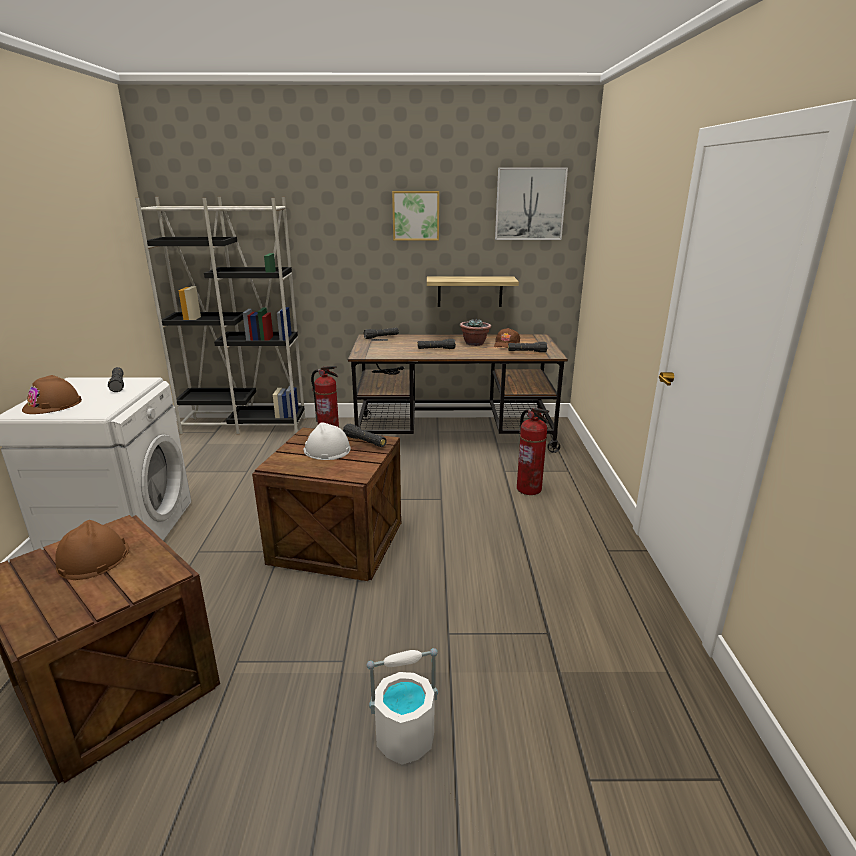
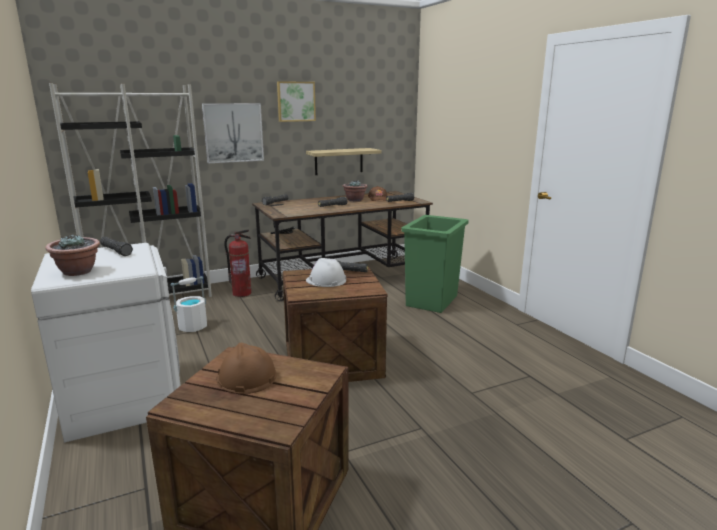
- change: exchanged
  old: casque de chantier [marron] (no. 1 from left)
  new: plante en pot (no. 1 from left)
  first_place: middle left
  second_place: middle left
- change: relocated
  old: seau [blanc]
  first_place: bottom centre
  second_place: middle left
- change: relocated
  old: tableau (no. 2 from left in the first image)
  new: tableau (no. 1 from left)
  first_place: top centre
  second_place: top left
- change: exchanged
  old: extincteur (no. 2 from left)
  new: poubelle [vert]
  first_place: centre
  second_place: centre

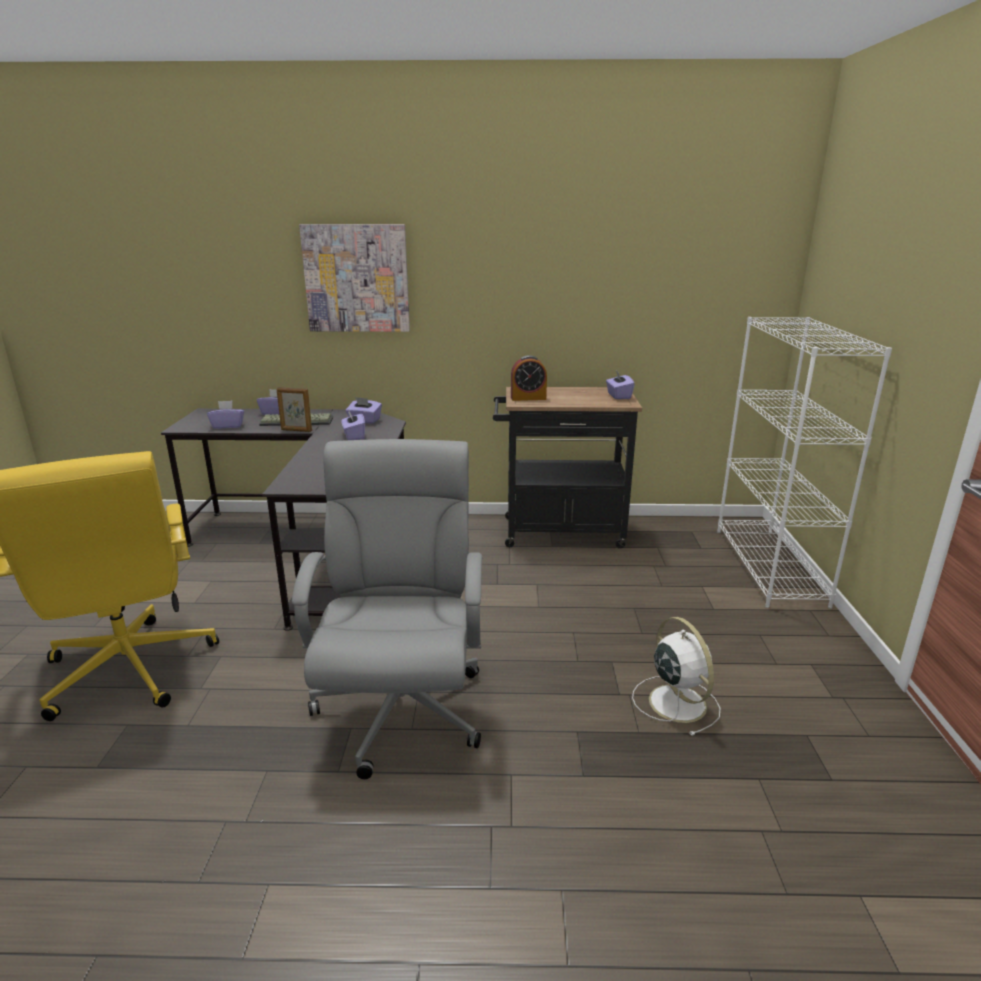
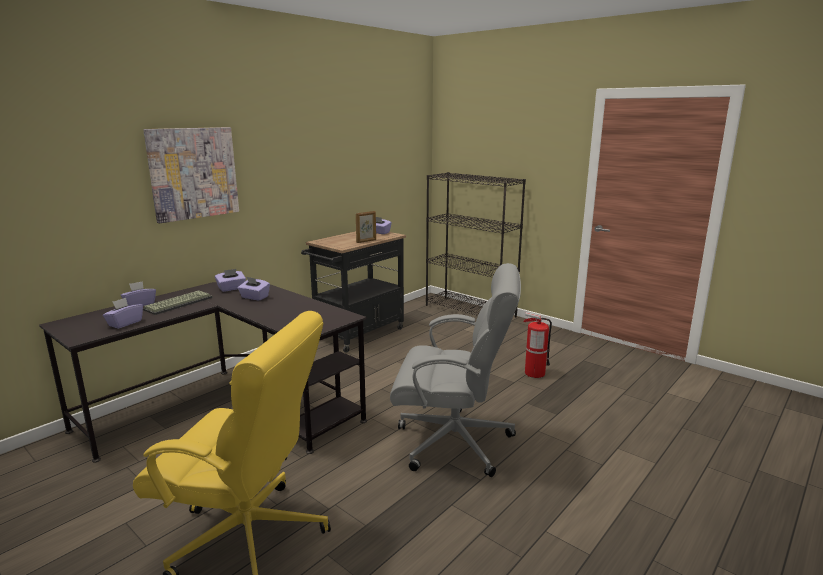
- change: relocated
  old: cadre photo
  first_place: middle left
  second_place: centre
- change: spun
  old: chaise de bureau [gris]
  first_place: centre
  second_place: centre
  degrees: 150
- change: missing
  old: réveil
  first_place: centre
- change: exchanged
  old: ventilateur [blanc]
  new: extincteur
  first_place: bottom right
  second_place: centre
- change: colour
  old: bibliothèque [blanc]
  new: bibliothèque [noir]
  first_place: middle right
  second_place: centre

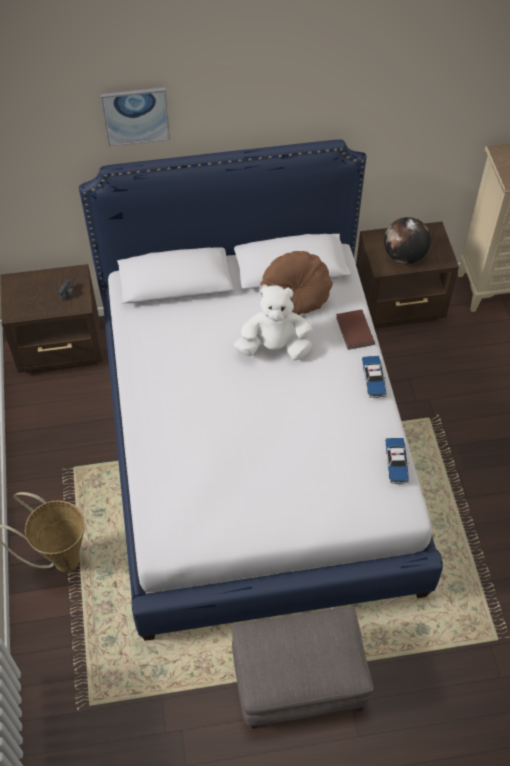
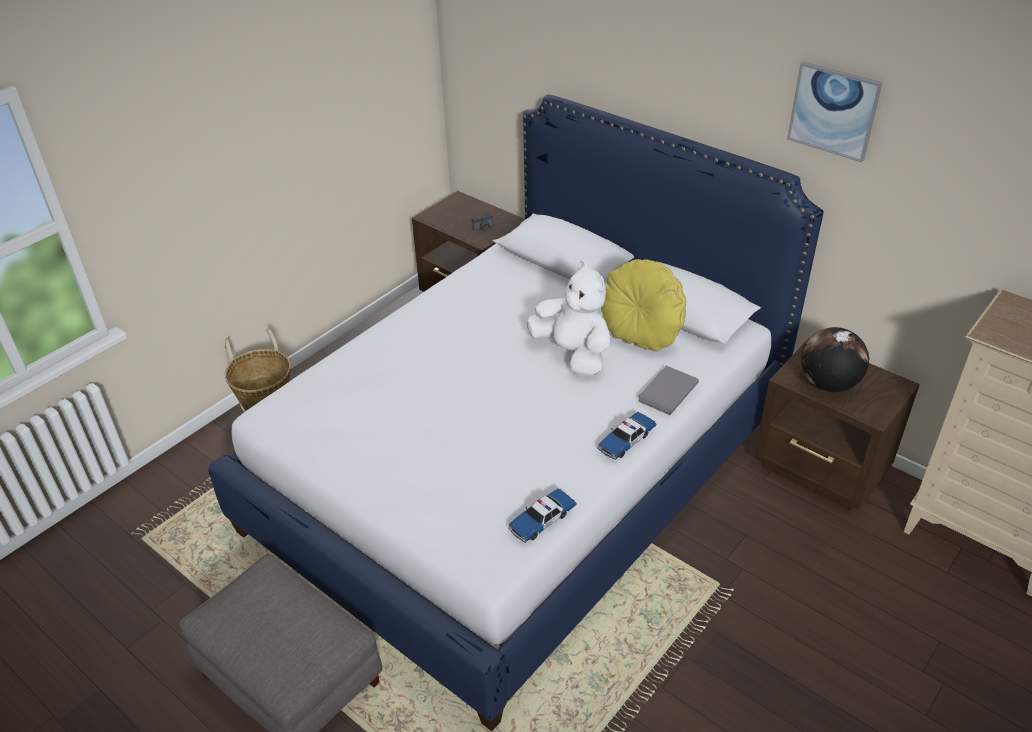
- change: relocated
  old: tableau
  first_place: top left
  second_place: top right
- change: colour
  old: coussin [marron]
  new: coussin [jaune]
  first_place: centre
  second_place: centre
- change: colour
  old: livre [marron]
  new: livre [gris]
  first_place: middle right
  second_place: centre

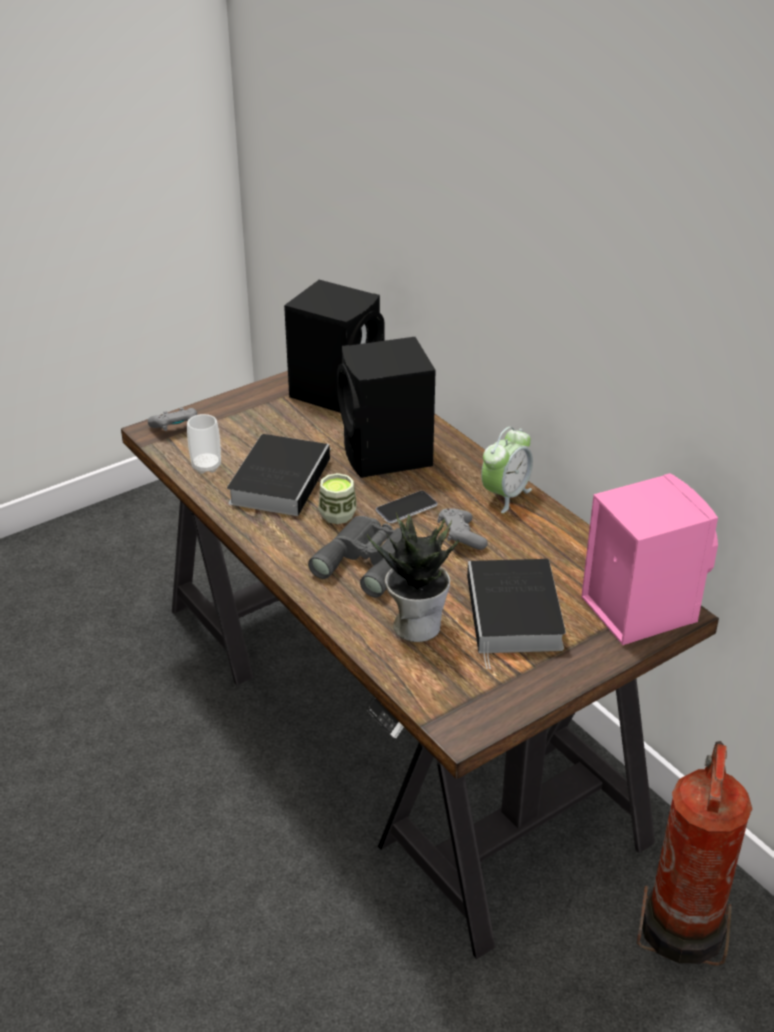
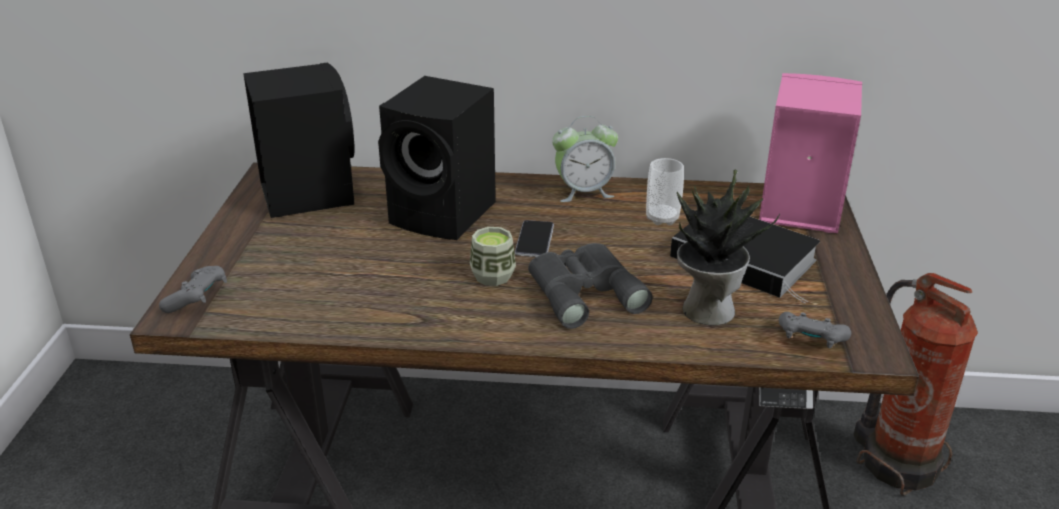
- change: relocated
  old: tasse (no. 1 from left in the first image)
  new: tasse (no. 2 from left)
  first_place: middle left
  second_place: centre
- change: missing
  old: livre (no. 1 from left)
  first_place: centre
- change: relocated
  old: manette [gris] (no. 2 from left)
  first_place: centre
  second_place: middle right
- change: spun
  old: réveil
  first_place: centre
  second_place: top centre
  degrees: 90

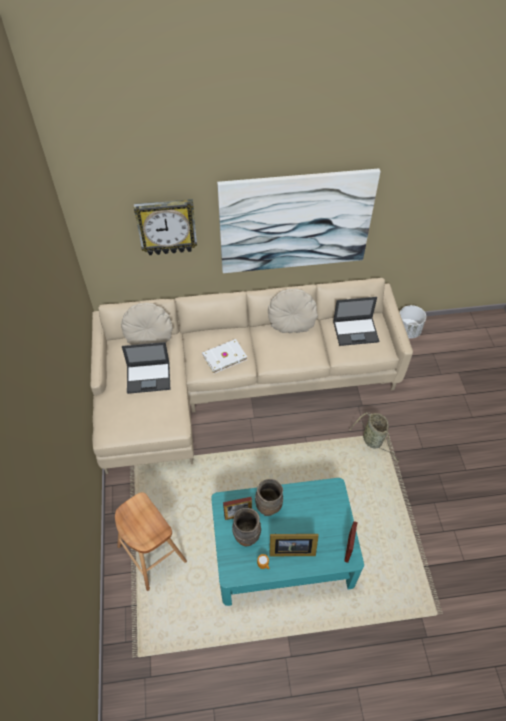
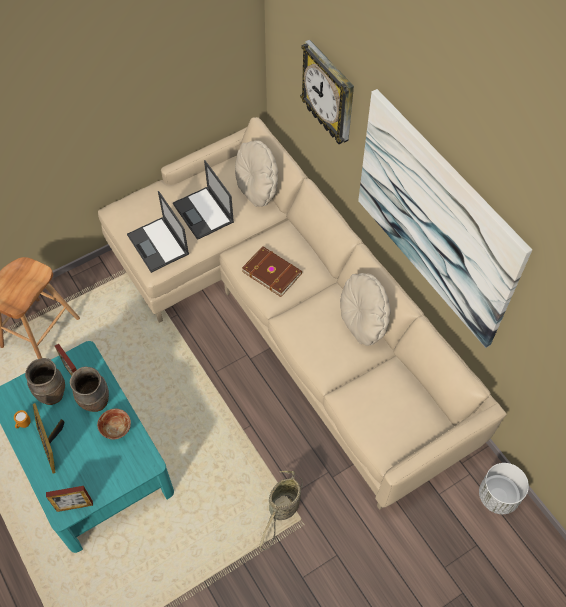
- change: colour
  old: livre [blanc]
  new: livre [marron]
  first_place: centre
  second_place: centre
- change: relocated
  old: ordinateur portable (no. 2 from left in the first image)
  new: ordinateur portable (no. 1 from left)
  first_place: middle right
  second_place: middle left
- change: appeared
  new: bol
  second_place: bottom left

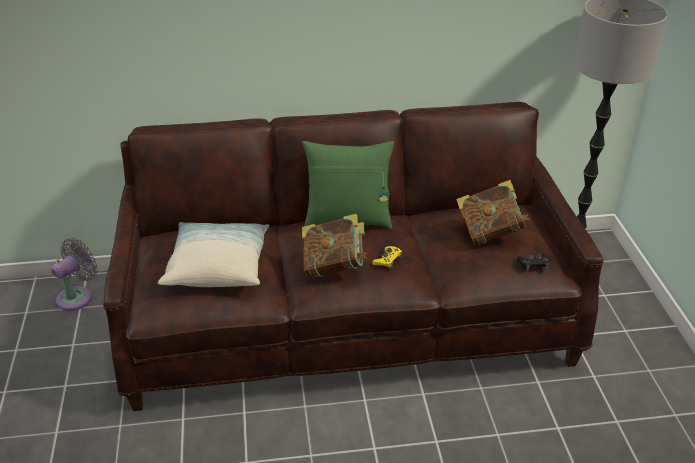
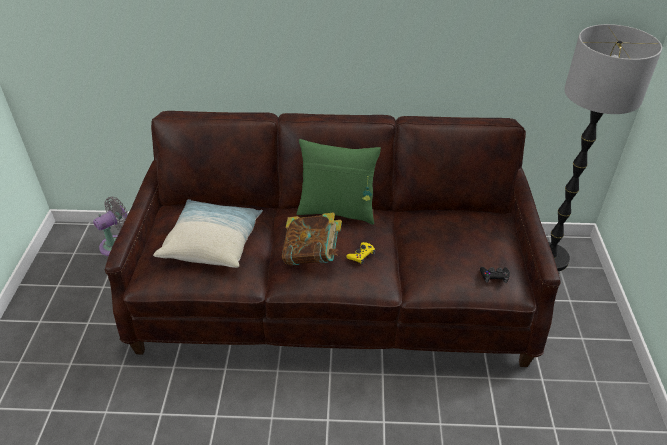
- change: missing
  old: livre (no. 2 from left)
  first_place: middle right

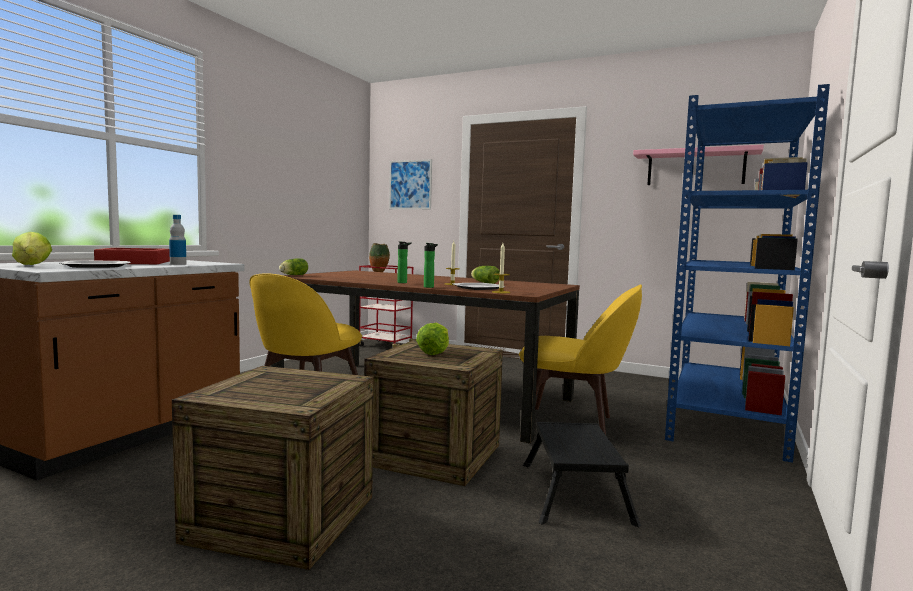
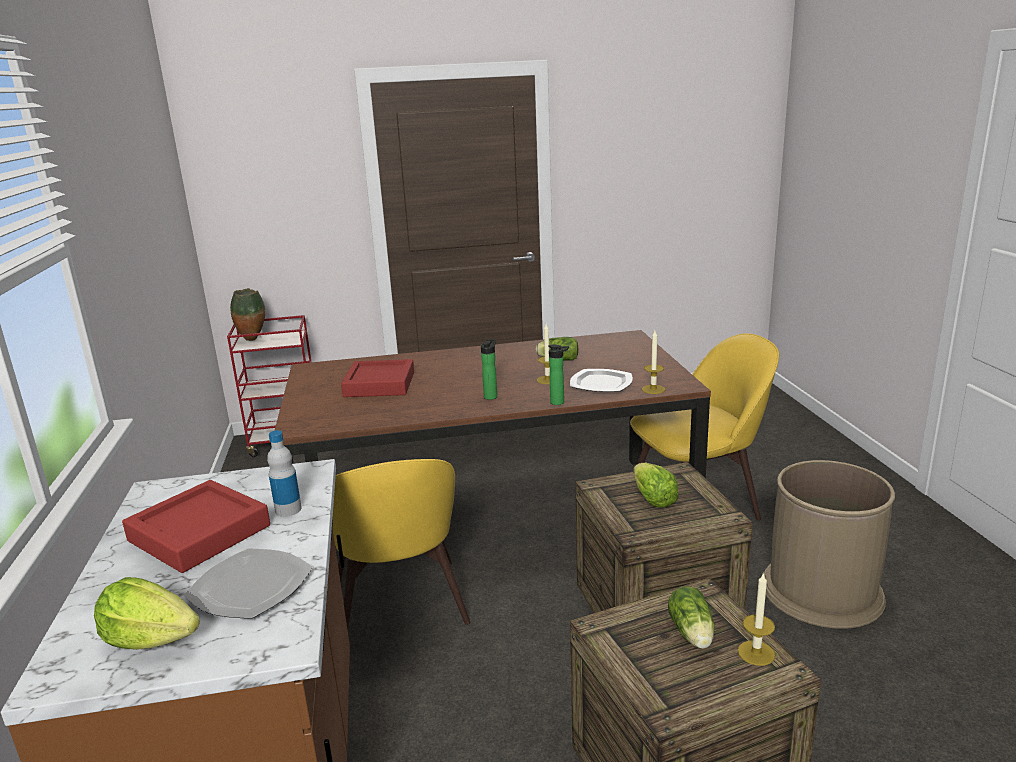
- change: relocated
  old: laitue (no. 2 from left in the first image)
  new: laitue (no. 4 from left)
  first_place: middle left
  second_place: bottom right
- change: missing
  old: tableau
  first_place: top centre
- change: exchanged
  old: escabeau [noir]
  new: poubelle [marron]
  first_place: bottom centre
  second_place: bottom right
- change: missing
  old: étagère [rose]
  first_place: top right
- change: missing
  old: bibliothèque [bleu]
  first_place: middle right
- change: appeared
  new: plateau [rouge] (no. 2 from left)
  second_place: centre
- change: appeared
  new: bougie (no. 3 from left)
  second_place: bottom right

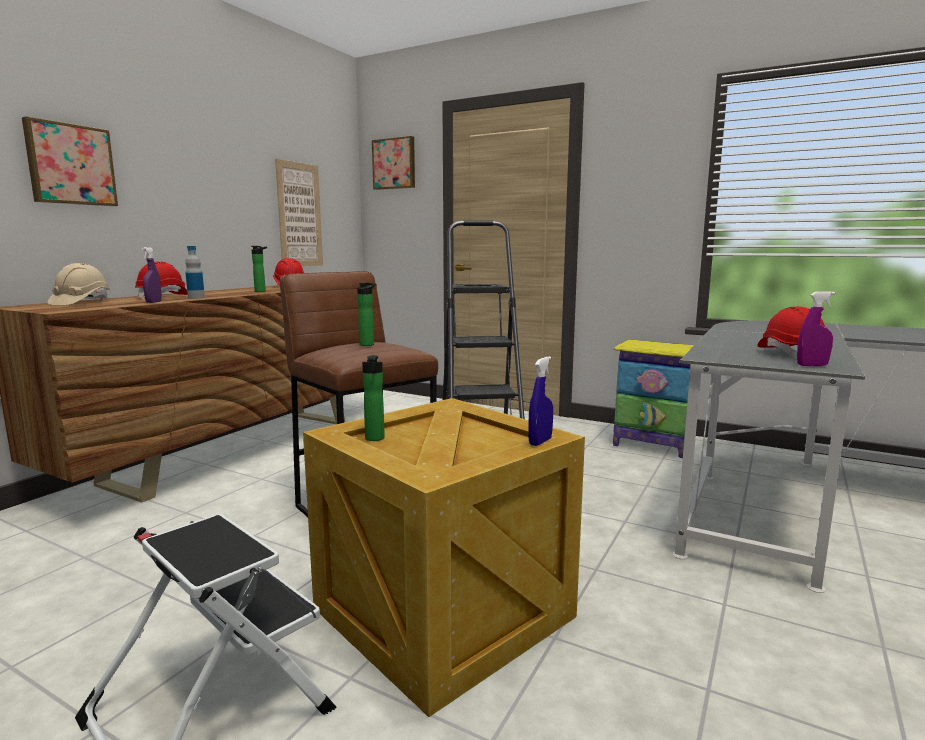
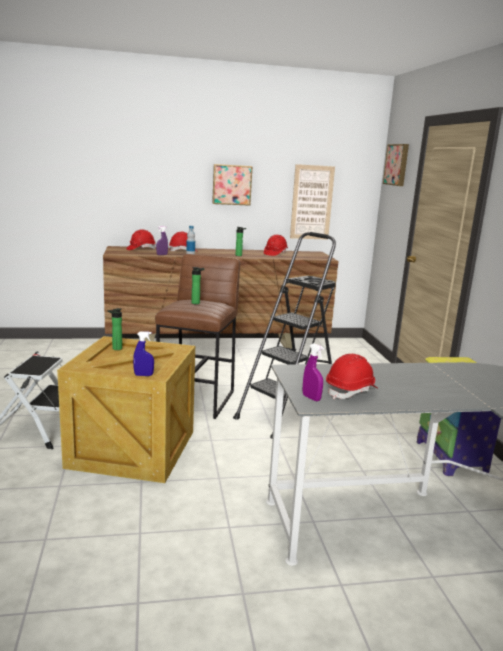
- change: relocated
  old: tableau (no. 1 from left)
  first_place: top left
  second_place: top centre
- change: colour
  old: casque de chantier [beige]
  new: casque de chantier [rouge] (no. 1 from left)
  first_place: middle left
  second_place: middle left

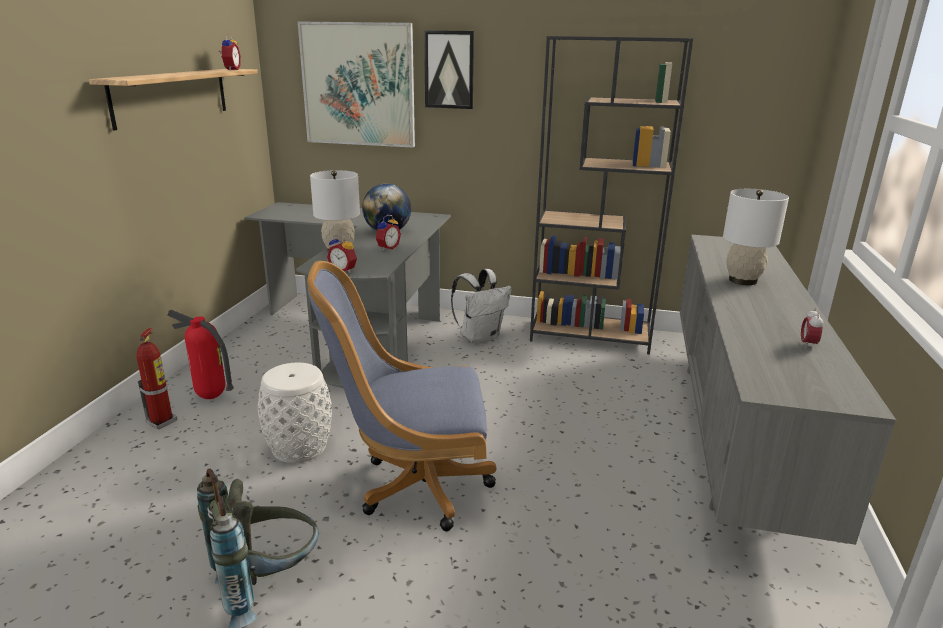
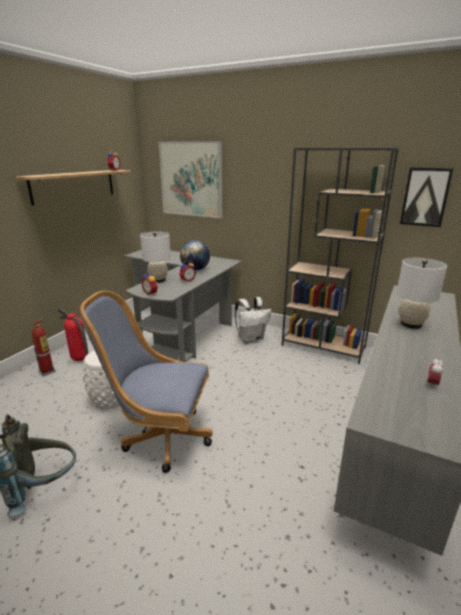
- change: relocated
  old: tableau (no. 2 from left)
  first_place: top centre
  second_place: top right

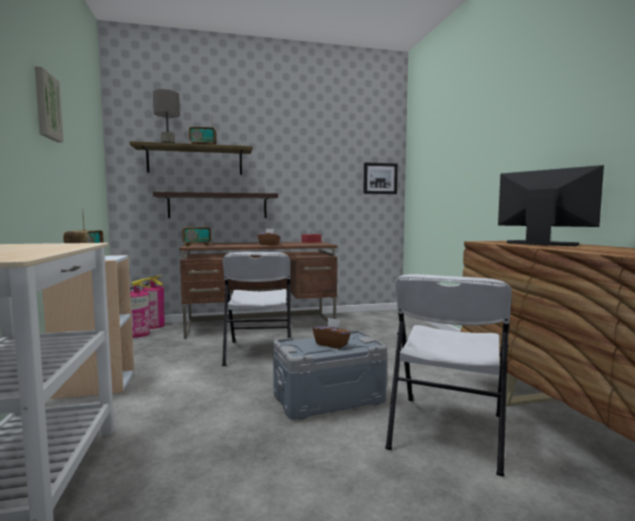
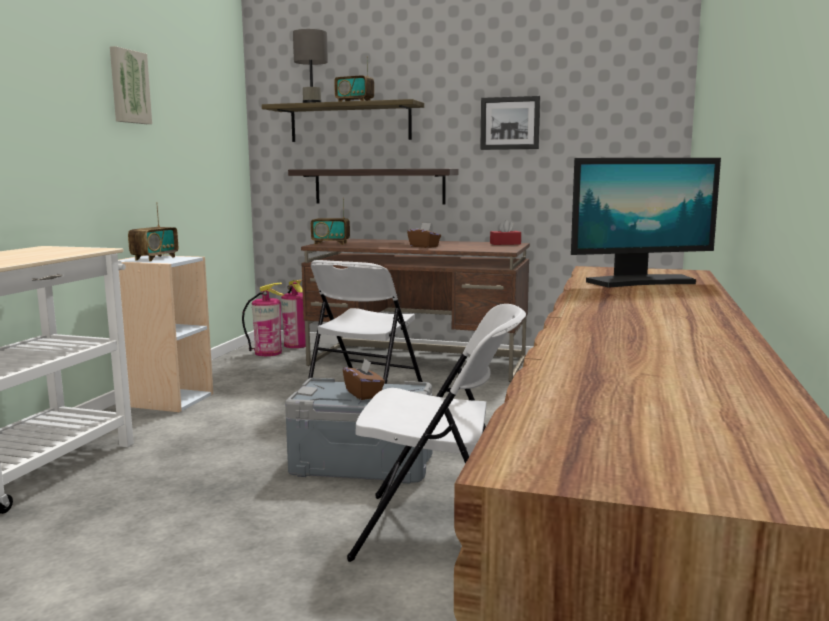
- change: relocated
  old: tableau (no. 2 from left)
  first_place: centre
  second_place: top centre
- change: spun
  old: chaise [blanc] (no. 2 from left)
  first_place: bottom right
  second_place: bottom centre
  degrees: -135
- change: spun
  old: écran d'ordinateur
  first_place: middle right
  second_place: middle right
  degrees: 90

